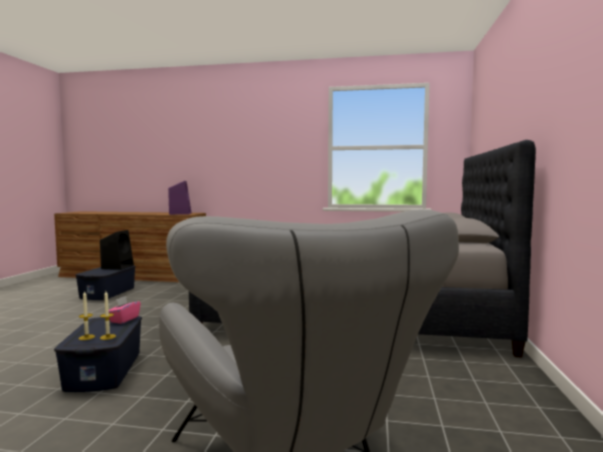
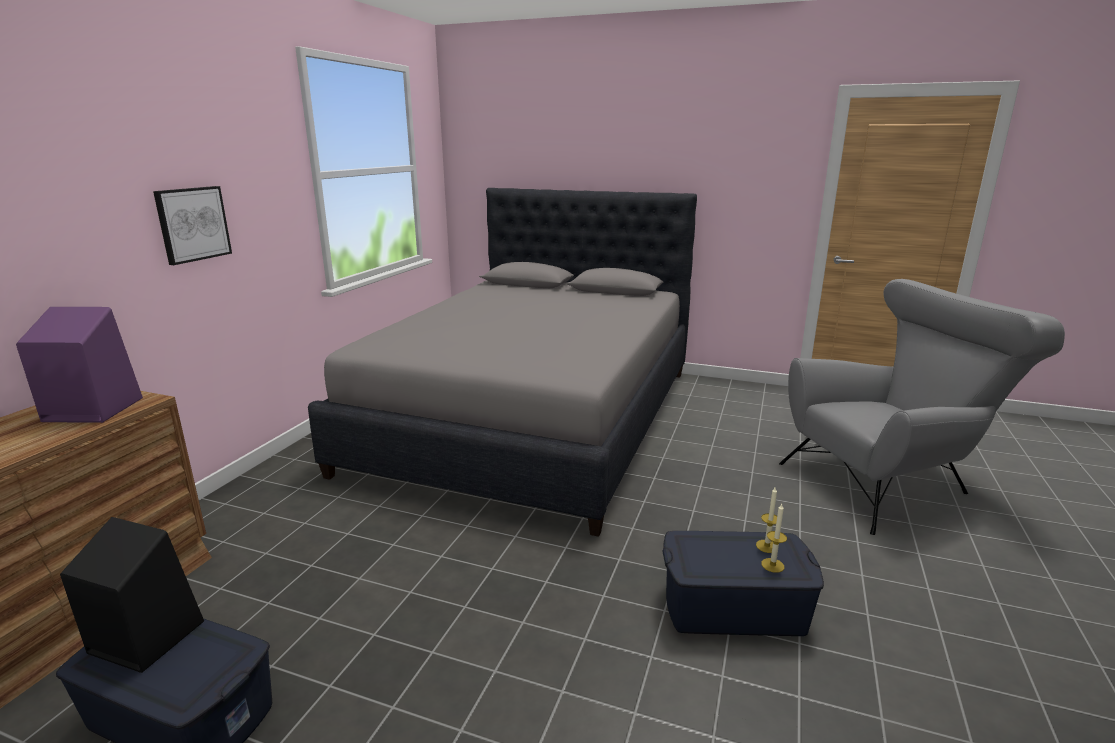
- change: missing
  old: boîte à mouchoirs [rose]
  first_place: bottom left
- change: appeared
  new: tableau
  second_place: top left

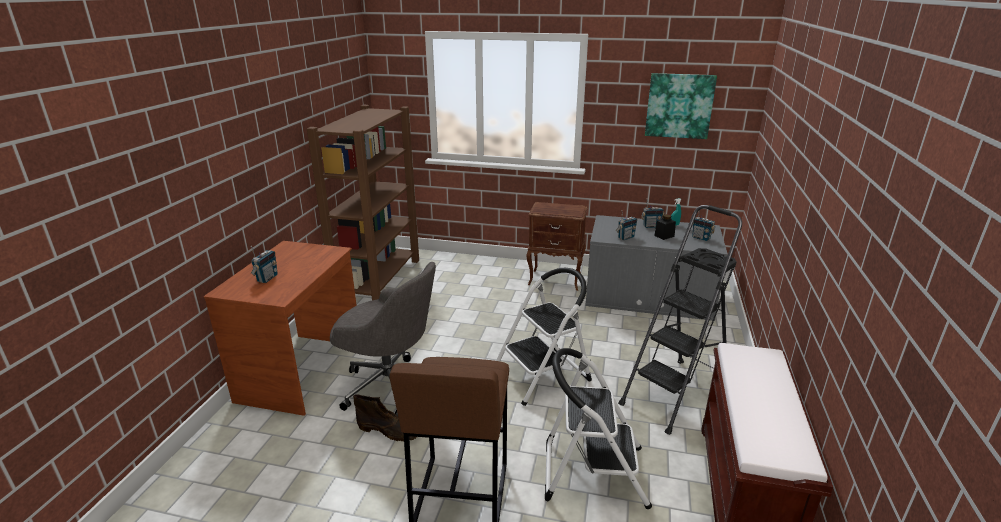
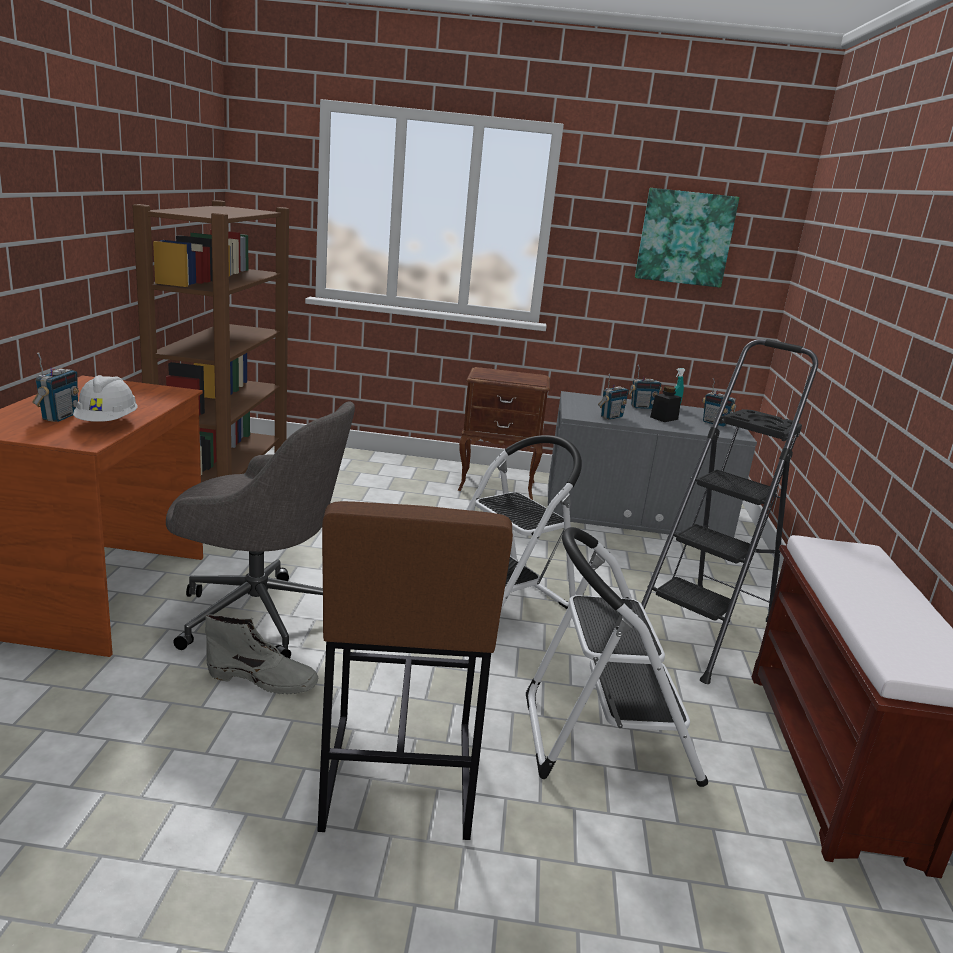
- change: colour
  old: botte [marron]
  new: botte [gris]
  first_place: bottom centre
  second_place: bottom left
- change: appeared
  new: casque de chantier [blanc]
  second_place: middle left

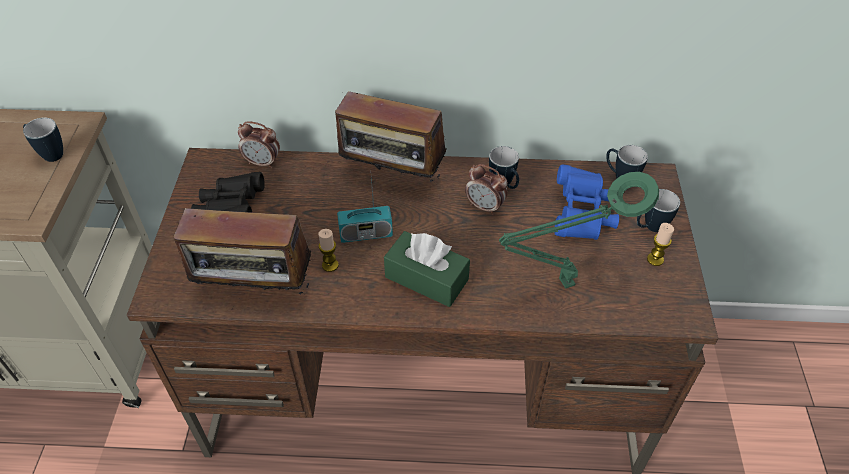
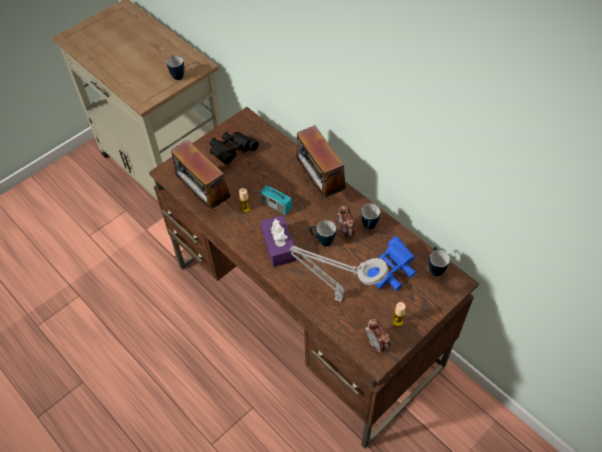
- change: relocated
  old: réveil (no. 1 from left in the first image)
  new: réveil (no. 2 from left)
  first_place: top left
  second_place: bottom centre
- change: colour
  old: boîte à mouchoirs [vert]
  new: boîte à mouchoirs [violet]
  first_place: centre
  second_place: centre
- change: colour
  old: lampe de table [vert]
  new: lampe de table [gris]
  first_place: middle right
  second_place: centre
- change: relocated
  old: mug (no. 4 from left in the first image)
  new: mug (no. 2 from left)
  first_place: middle right
  second_place: centre

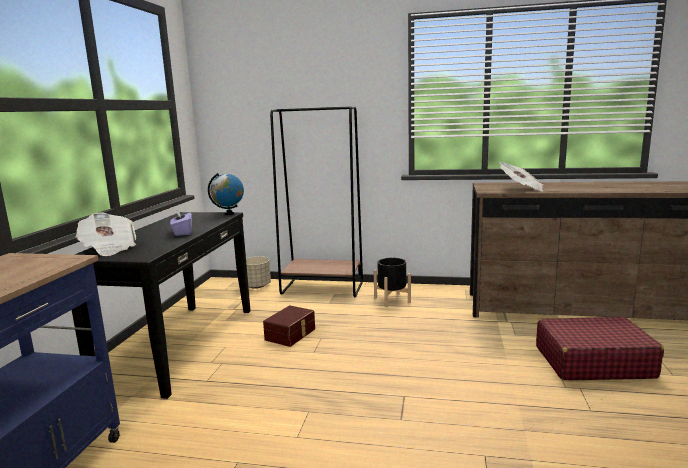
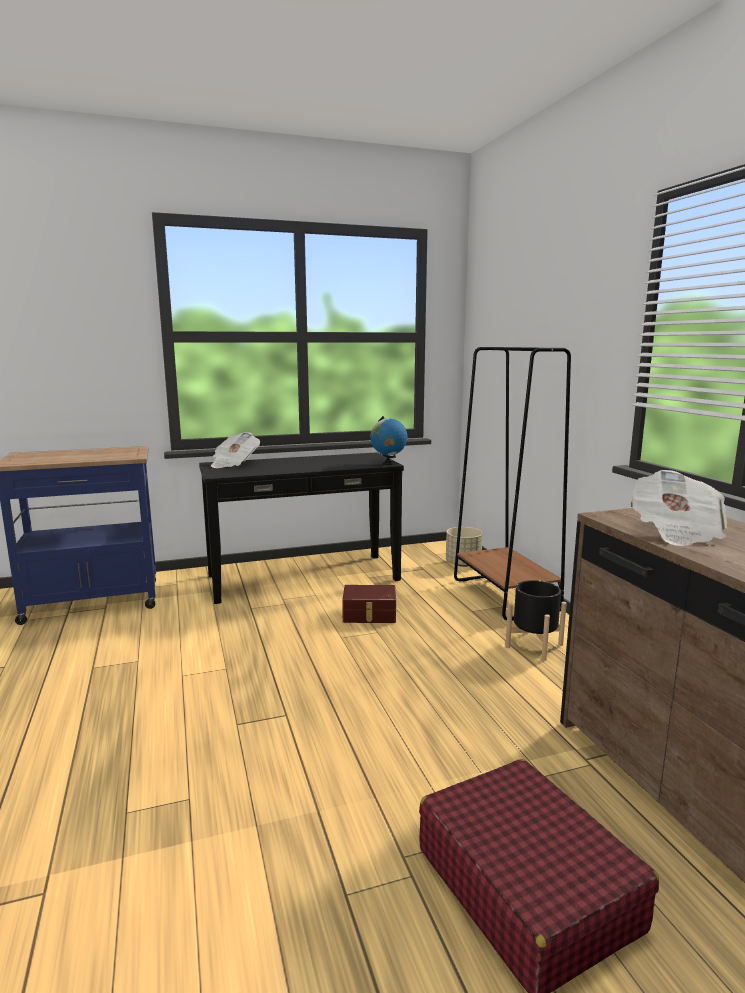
- change: missing
  old: boîte à mouchoirs [violet]
  first_place: middle left

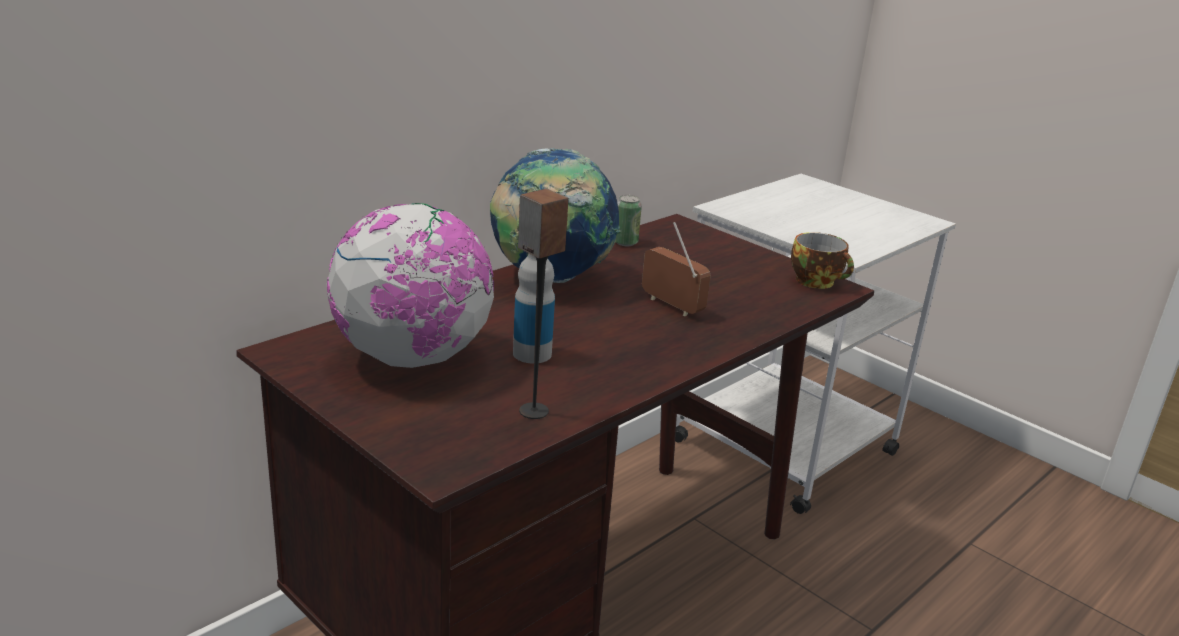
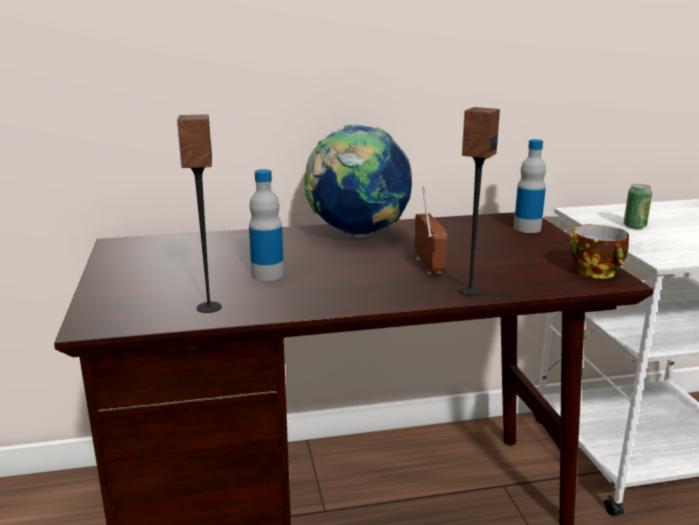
- change: missing
  old: globe (no. 1 from left)
  first_place: centre
- change: relocated
  old: boîte métallique
  first_place: centre
  second_place: middle right
- change: appeared
  new: enceinte (no. 2 from left)
  second_place: middle right
- change: appeared
  new: bouteille (no. 2 from left)
  second_place: middle right

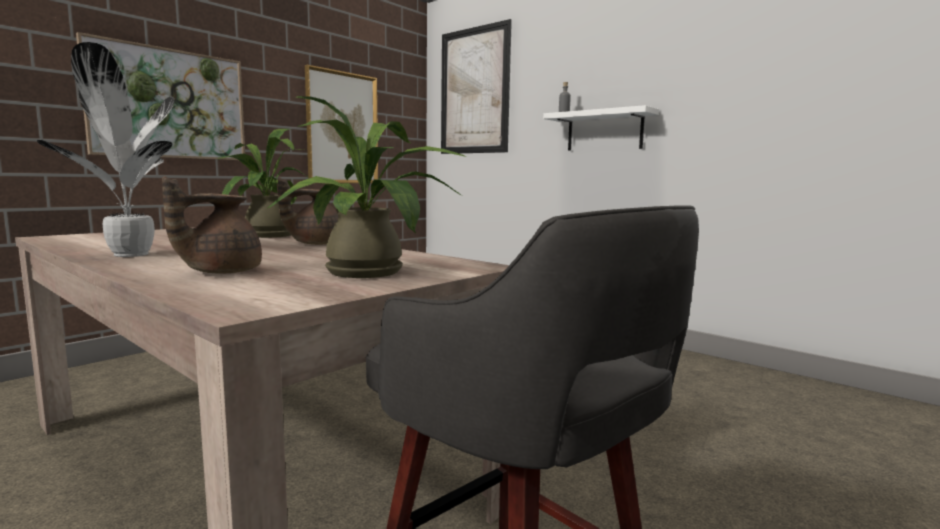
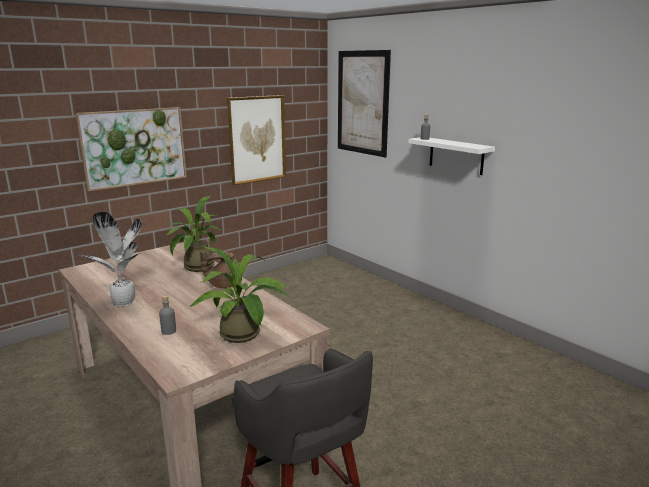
- change: exchanged
  old: théière [marron] (no. 1 from left)
  new: bouteille [gris] (no. 1 from left)
  first_place: middle left
  second_place: middle left

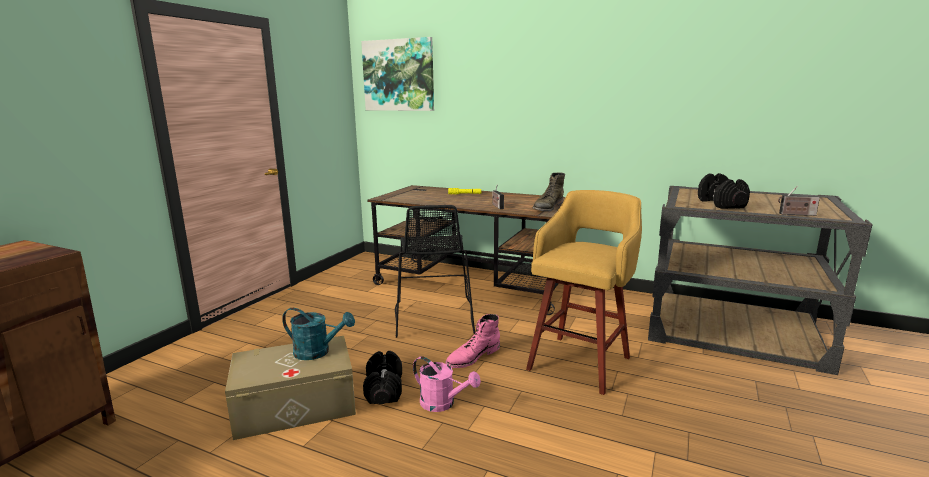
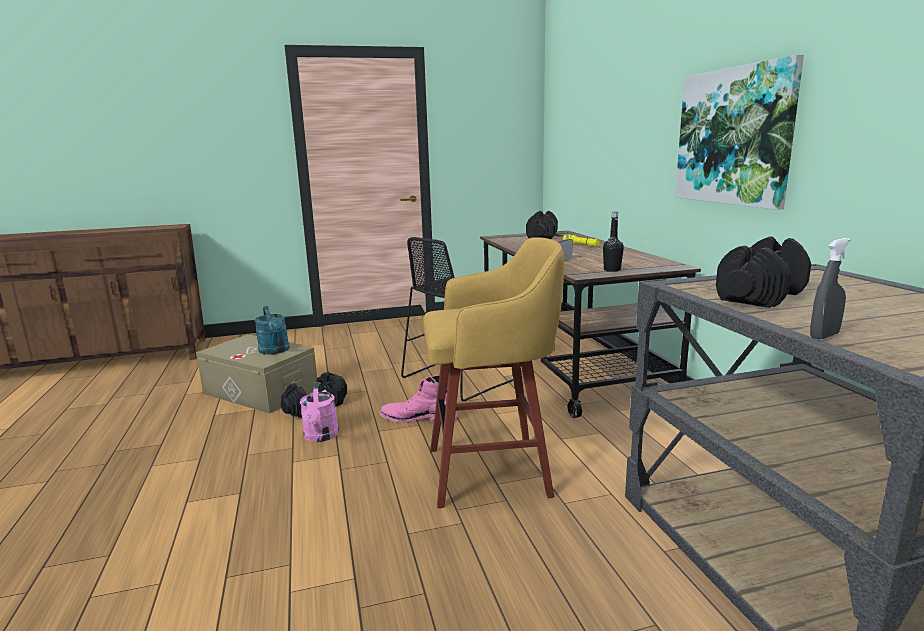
- change: relocated
  old: tableau
  first_place: top centre
  second_place: top right
- change: exchanged
  old: botte [vert]
  new: bouteille [noir]
  first_place: centre
  second_place: centre
- change: exchanged
  old: radio (no. 2 from left)
  new: vaporisateur [gris]
  first_place: middle right
  second_place: middle right
- change: appeared
  new: haltère [noir] (no. 2 from left)
  second_place: centre

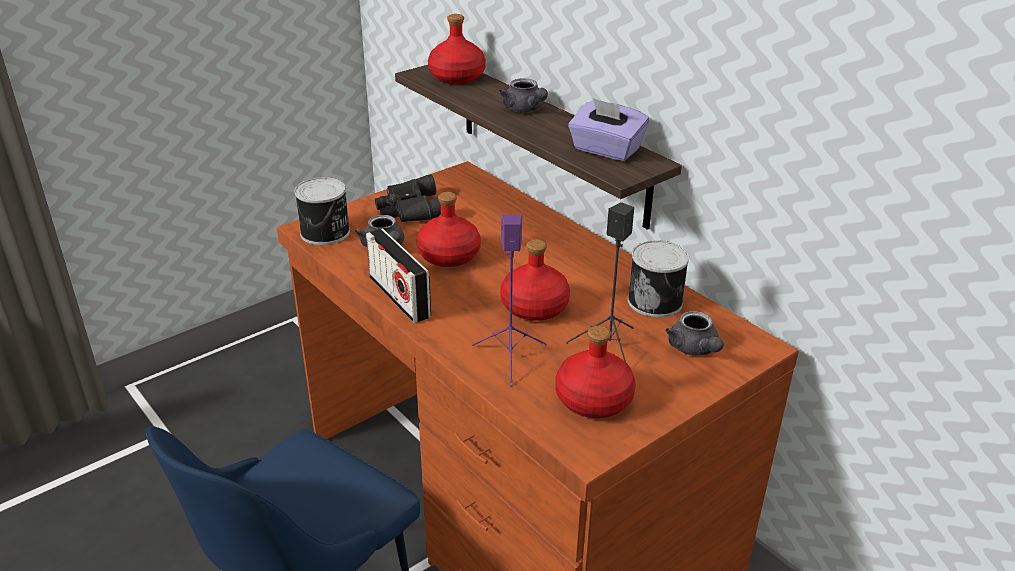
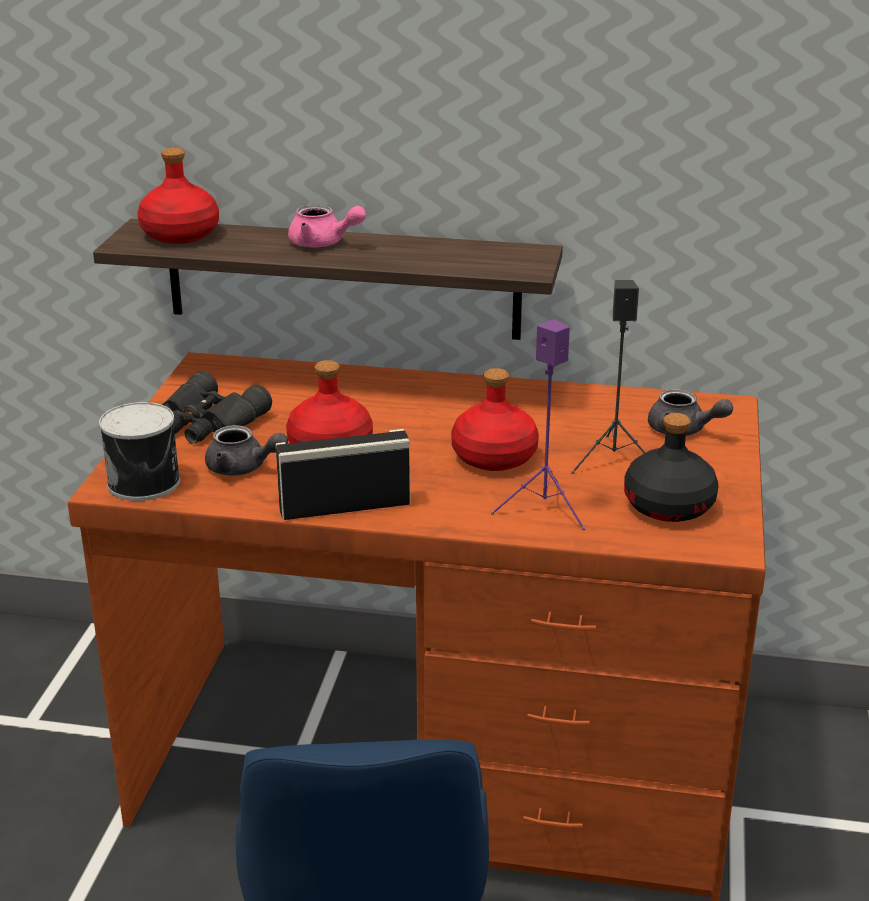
- change: spun
  old: radio
  first_place: centre
  second_place: centre
  degrees: 150
- change: colour
  old: théière [gris] (no. 2 from left)
  new: théière [rose]
  first_place: top centre
  second_place: top centre
- change: colour
  old: bouteille [rouge] (no. 4 from left)
  new: bouteille [noir]
  first_place: centre
  second_place: middle right
- change: missing
  old: boîte à mouchoirs [violet]
  first_place: top centre
- change: missing
  old: boîte métallique (no. 2 from left)
  first_place: centre

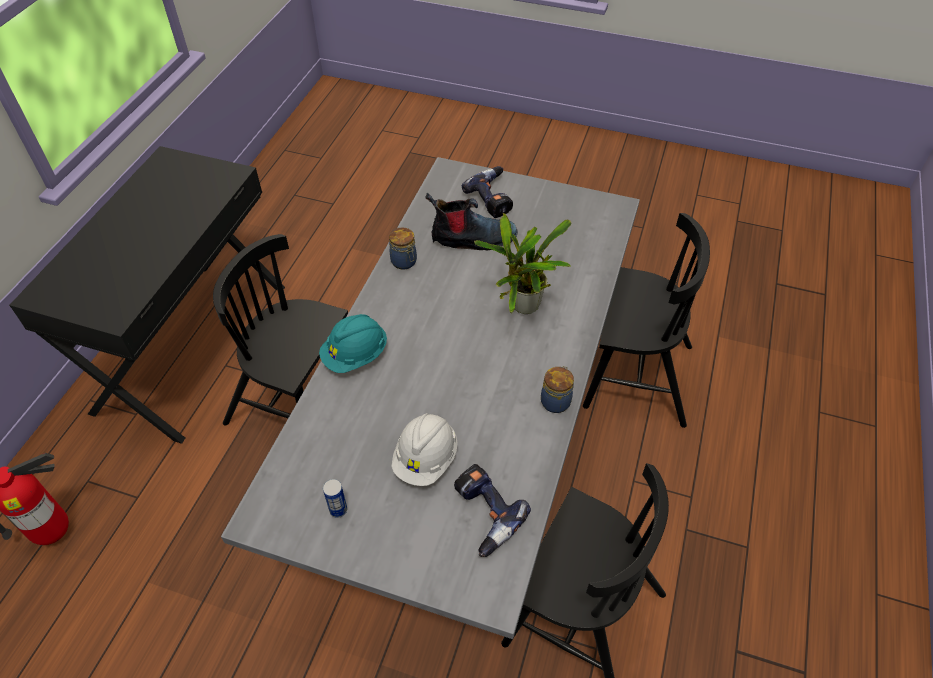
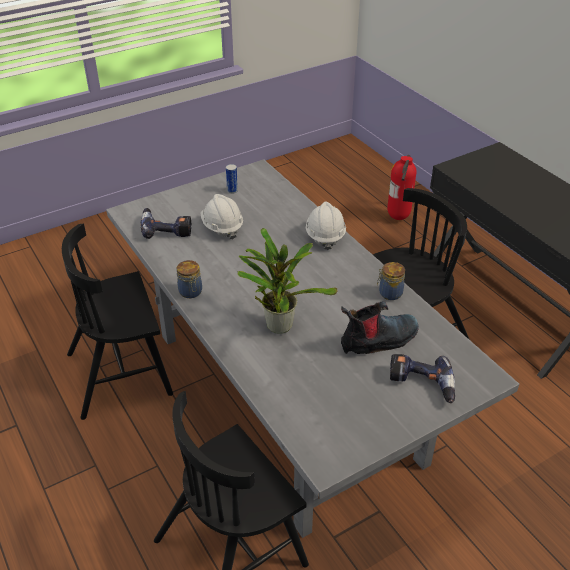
- change: colour
  old: casque de chantier [turquoise]
  new: casque de chantier [blanc] (no. 2 from left)
  first_place: centre
  second_place: centre
- change: spun
  old: botte
  first_place: top centre
  second_place: middle right
  degrees: -150

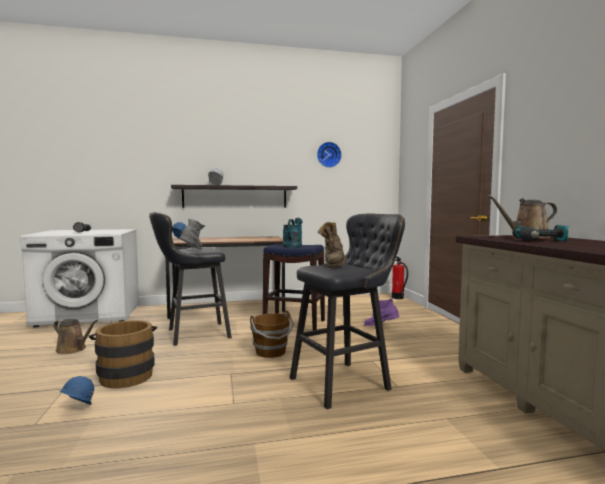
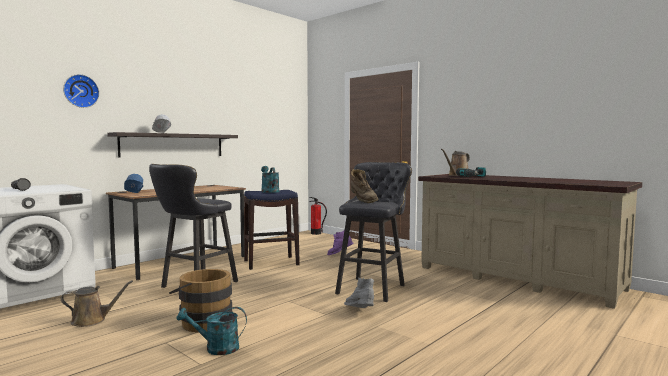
- change: exchanged
  old: casque de chantier [bleu] (no. 1 from left)
  new: arrosoir [turquoise] (no. 1 from left)
  first_place: bottom left
  second_place: bottom left
- change: relocated
  old: botte [gris]
  first_place: middle left
  second_place: bottom centre
- change: missing
  old: seau [marron] (no. 2 from left)
  first_place: bottom centre
- change: relocated
  old: horloge murale
  first_place: top centre
  second_place: top left

